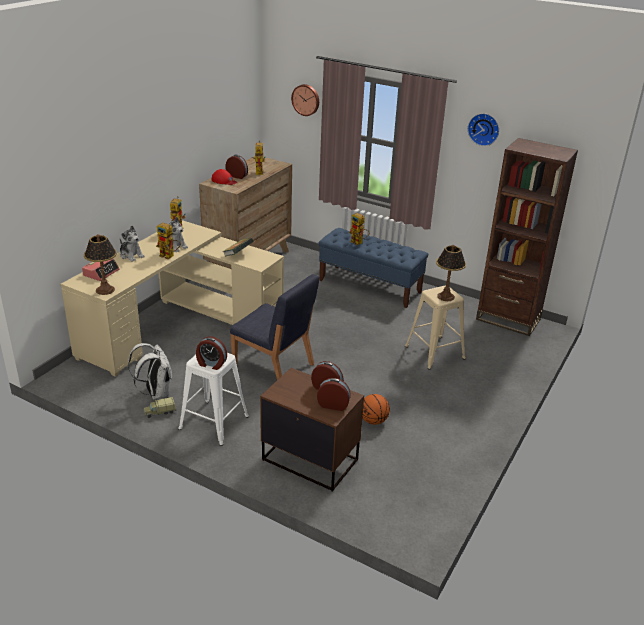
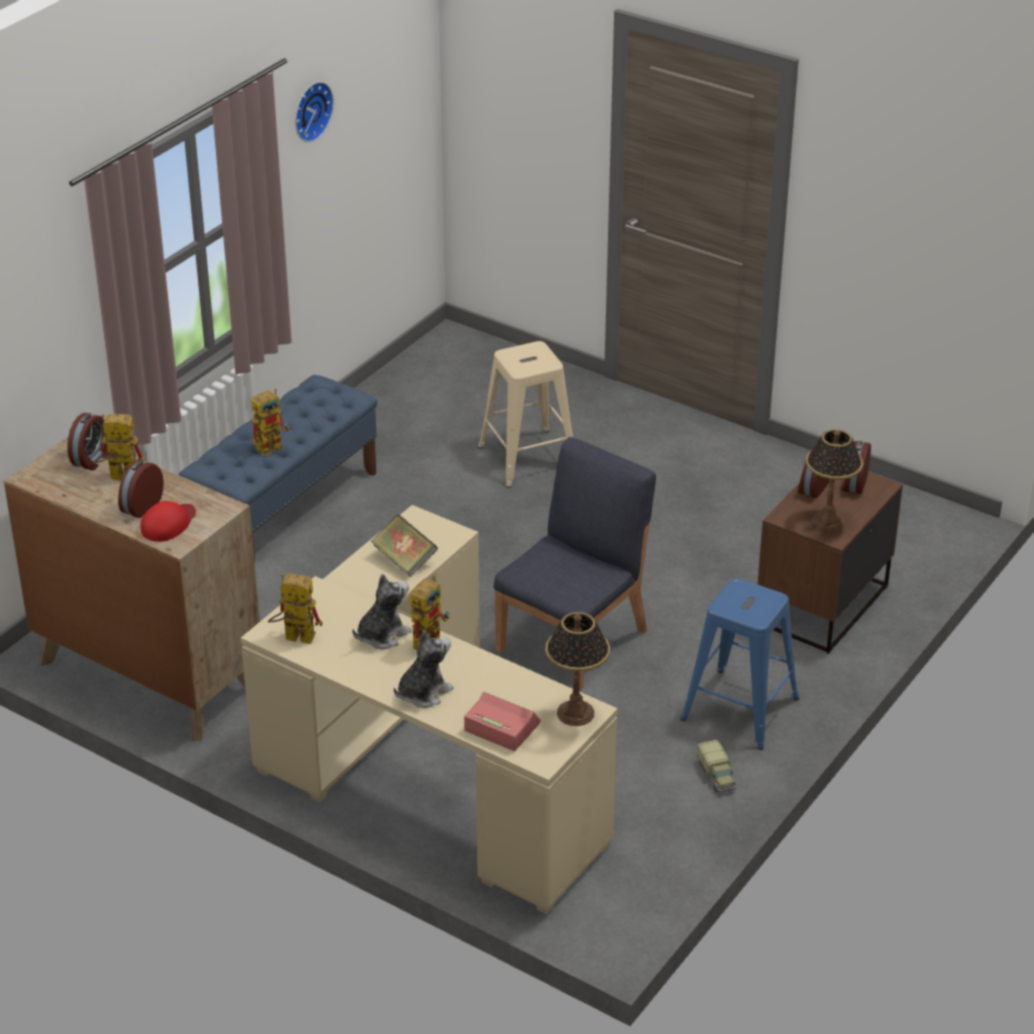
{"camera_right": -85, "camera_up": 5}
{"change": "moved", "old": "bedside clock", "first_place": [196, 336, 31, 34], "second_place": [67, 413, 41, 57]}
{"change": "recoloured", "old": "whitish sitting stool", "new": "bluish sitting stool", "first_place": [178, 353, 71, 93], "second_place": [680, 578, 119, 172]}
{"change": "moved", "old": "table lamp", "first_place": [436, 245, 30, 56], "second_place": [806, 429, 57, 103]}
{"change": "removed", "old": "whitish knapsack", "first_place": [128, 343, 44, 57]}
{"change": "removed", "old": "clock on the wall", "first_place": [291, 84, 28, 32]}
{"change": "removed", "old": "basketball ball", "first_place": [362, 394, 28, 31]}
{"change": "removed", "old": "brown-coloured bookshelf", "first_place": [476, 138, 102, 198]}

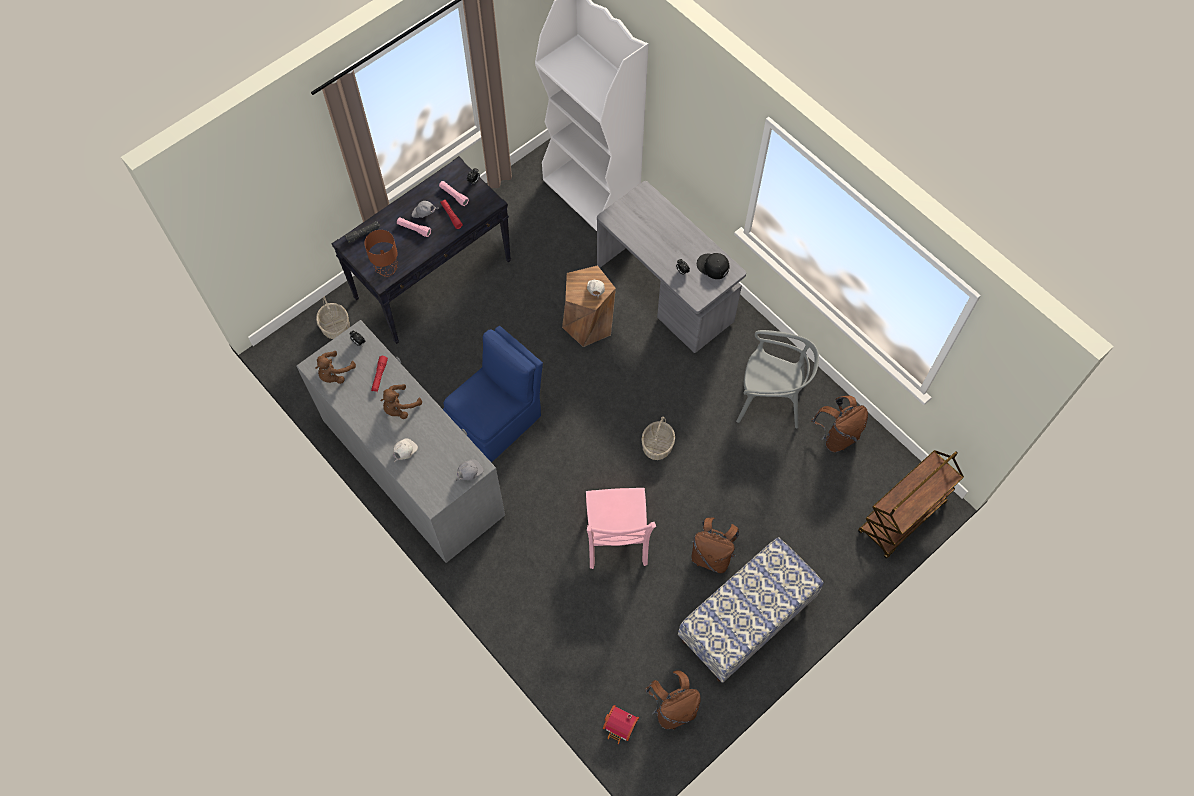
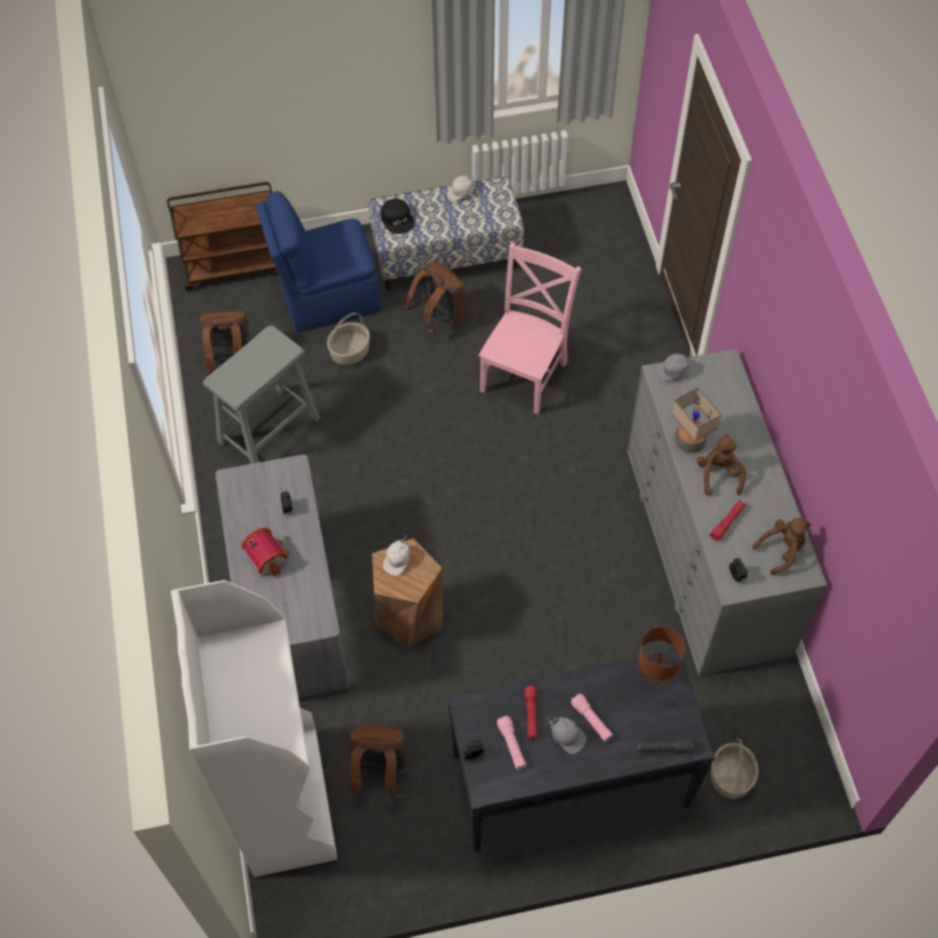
{"camera_right": -150, "camera_up": -5}
{"change": "replaced", "old": "grey plain chair", "new": "grey sitting stool", "first_place": [736, 330, 83, 99], "second_place": [203, 326, 117, 138]}
{"change": "moved", "old": "toy house", "first_place": [603, 705, 36, 39], "second_place": [241, 528, 49, 49]}
{"change": "moved", "old": "bluish plain chair", "first_place": [443, 326, 100, 137], "second_place": [256, 191, 124, 141]}
{"change": "moved", "old": "basket", "first_place": [641, 417, 34, 43], "second_place": [327, 313, 43, 52]}
{"change": "moved", "old": "brown-coloured knapsack", "first_place": [645, 670, 56, 60], "second_place": [347, 724, 62, 76]}
{"change": "moved", "old": "blackish peaked cap", "first_place": [697, 253, 33, 26], "second_place": [381, 199, 33, 35]}
{"change": "moved", "old": "whitish peaked cap", "first_place": [393, 438, 25, 24], "second_place": [447, 175, 29, 27]}
{"change": "added", "new": "table lamp", "second_place": [672, 388, 49, 65]}
{"change": "turned", "old": "brown-coloured cuddly toy", "first_place": [380, 384, 42, 35], "second_place": [697, 434, 49, 62], "degrees": -75}

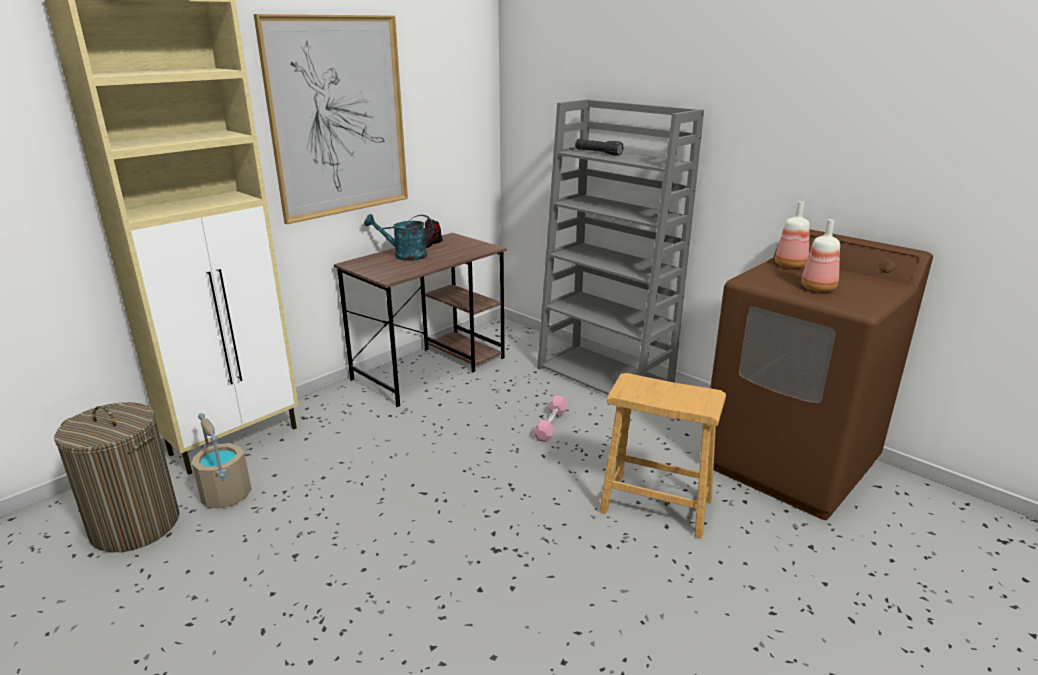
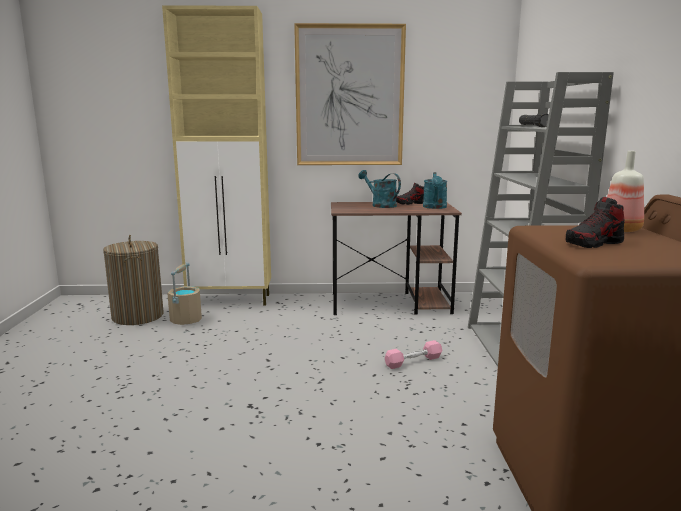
{"camera_right": 45, "camera_up": -10}
{"change": "added", "new": "turquoise-coloured watering pot", "second_place": [423, 172, 24, 37]}
{"change": "replaced", "old": "bottle", "new": "item of footwear", "first_place": [801, 219, 39, 73], "second_place": [566, 197, 59, 51]}
{"change": "removed", "old": "brown-coloured sitting stool", "first_place": [599, 373, 127, 166]}

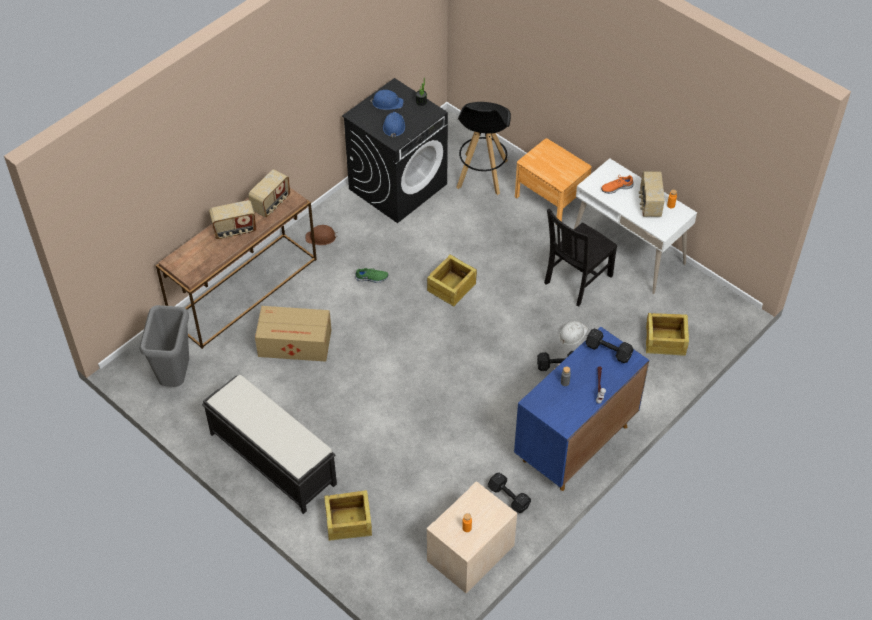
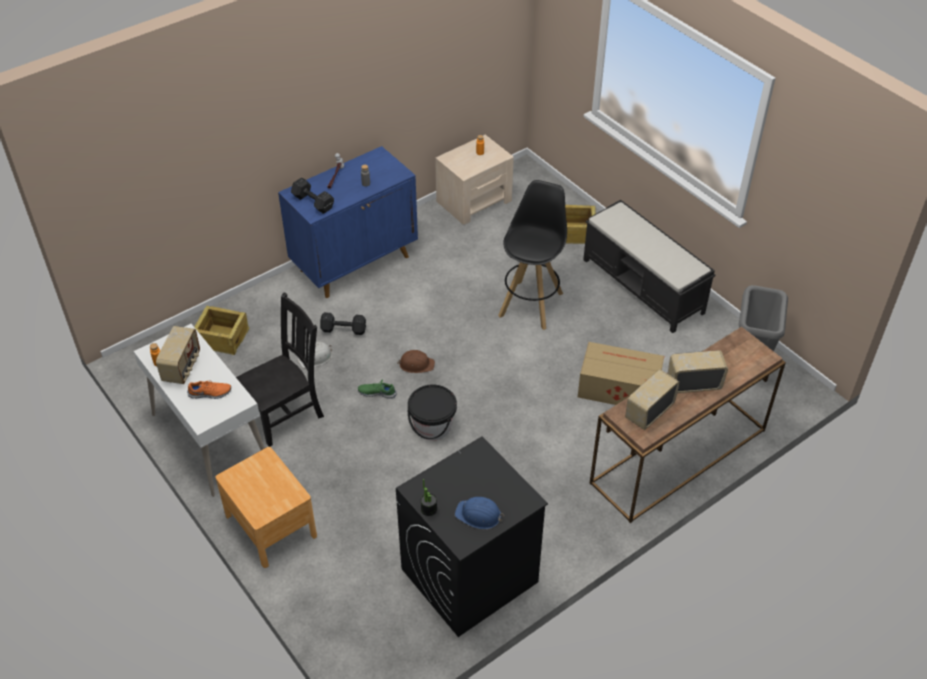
{"camera_right": -170, "camera_up": -5}
{"change": "moved", "old": "green item of footwear", "first_place": [355, 268, 33, 15], "second_place": [358, 379, 38, 20]}
{"change": "moved", "old": "brown-coloured work helmet", "first_place": [306, 225, 32, 20], "second_place": [397, 350, 38, 23]}
{"change": "replaced", "old": "shipping crate", "new": "blackish water bucket", "first_place": [427, 255, 50, 52], "second_place": [408, 384, 49, 56]}
{"change": "moved", "old": "blackish sitting stool", "first_place": [457, 102, 54, 93], "second_place": [498, 180, 69, 150]}
{"change": "removed", "old": "bluish work helmet", "first_place": [383, 112, 22, 26]}
{"change": "removed", "old": "blackish hand weight", "first_place": [488, 473, 43, 40]}

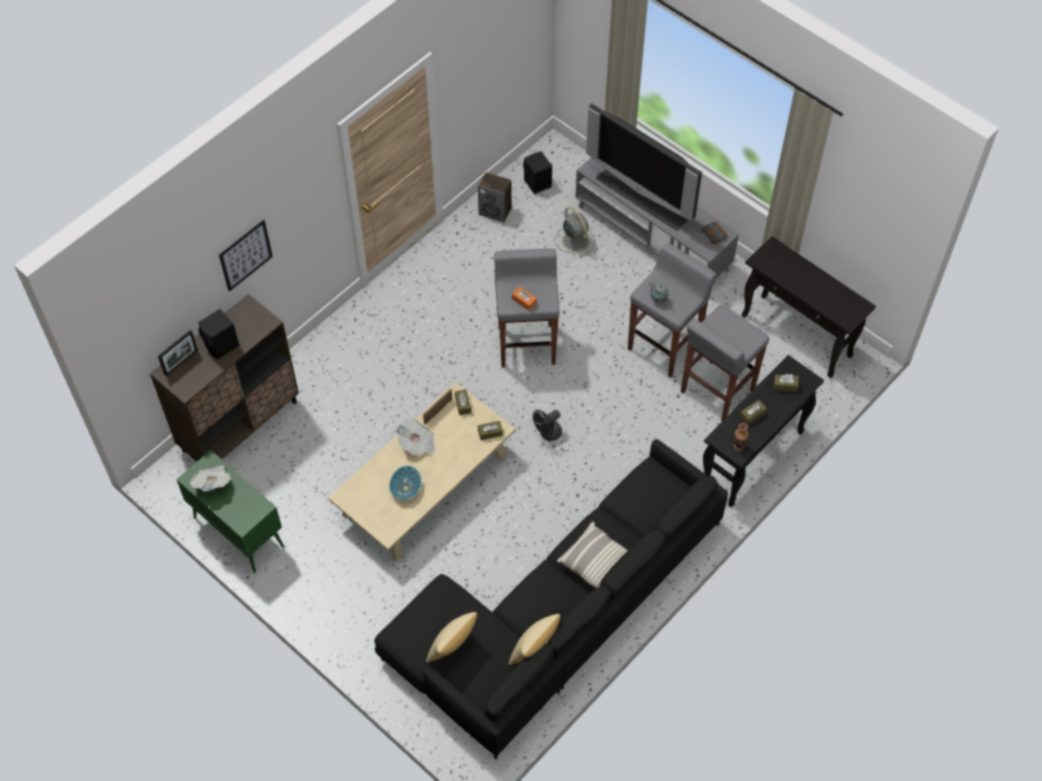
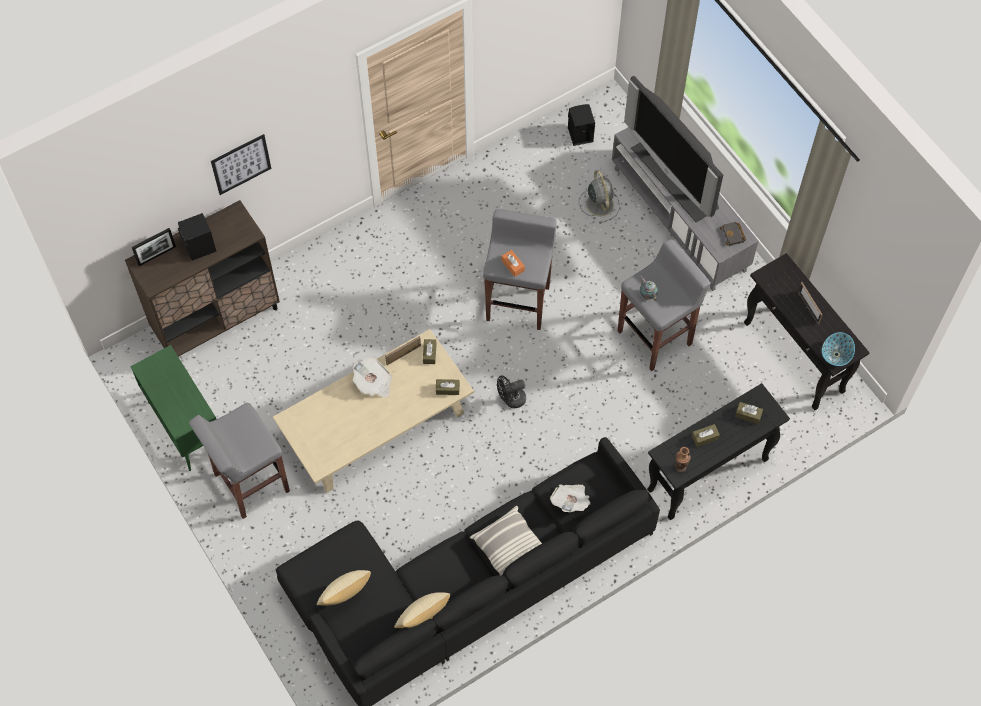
{"camera_right": 15, "camera_up": 5}
{"change": "moved", "old": "grey sitting stool", "first_place": [681, 305, 88, 116], "second_place": [189, 403, 101, 116]}
{"change": "moved", "old": "newspaper", "first_place": [190, 465, 41, 26], "second_place": [550, 484, 41, 28]}
{"change": "added", "new": "photo frame", "second_place": [798, 282, 25, 42]}
{"change": "moved", "old": "deep dish", "first_place": [389, 466, 32, 33], "second_place": [822, 332, 33, 34]}
{"change": "removed", "old": "audio speaker", "first_place": [478, 172, 34, 50]}

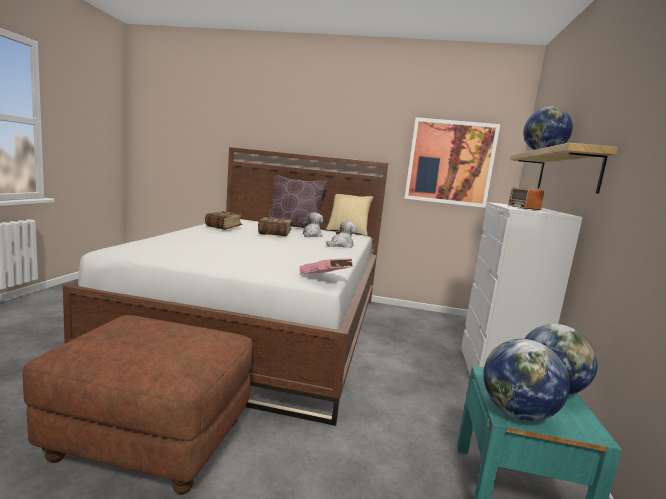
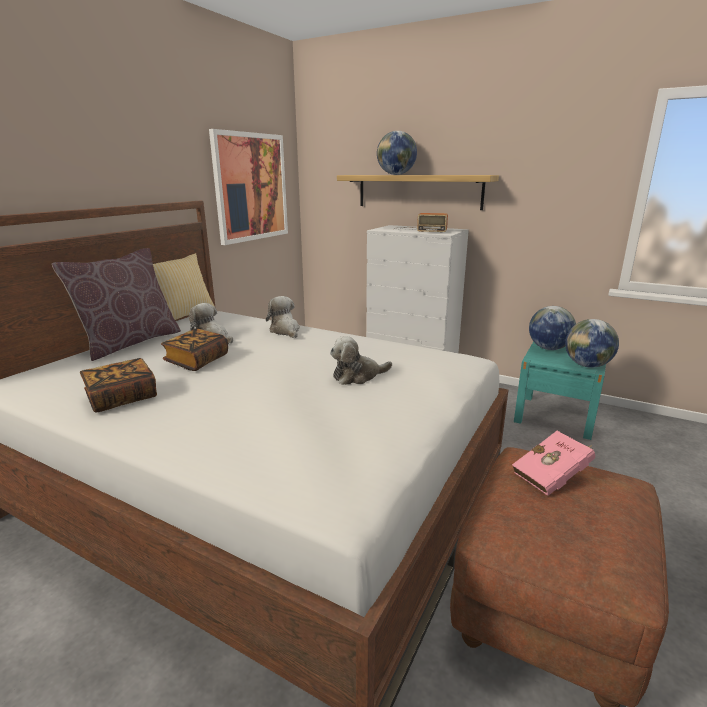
{"camera_right": -70, "camera_up": 10}
{"change": "added", "new": "cuddly toy", "second_place": [330, 336, 62, 49]}
{"change": "moved", "old": "pink-coloured book", "first_place": [299, 258, 54, 16], "second_place": [512, 431, 83, 65]}

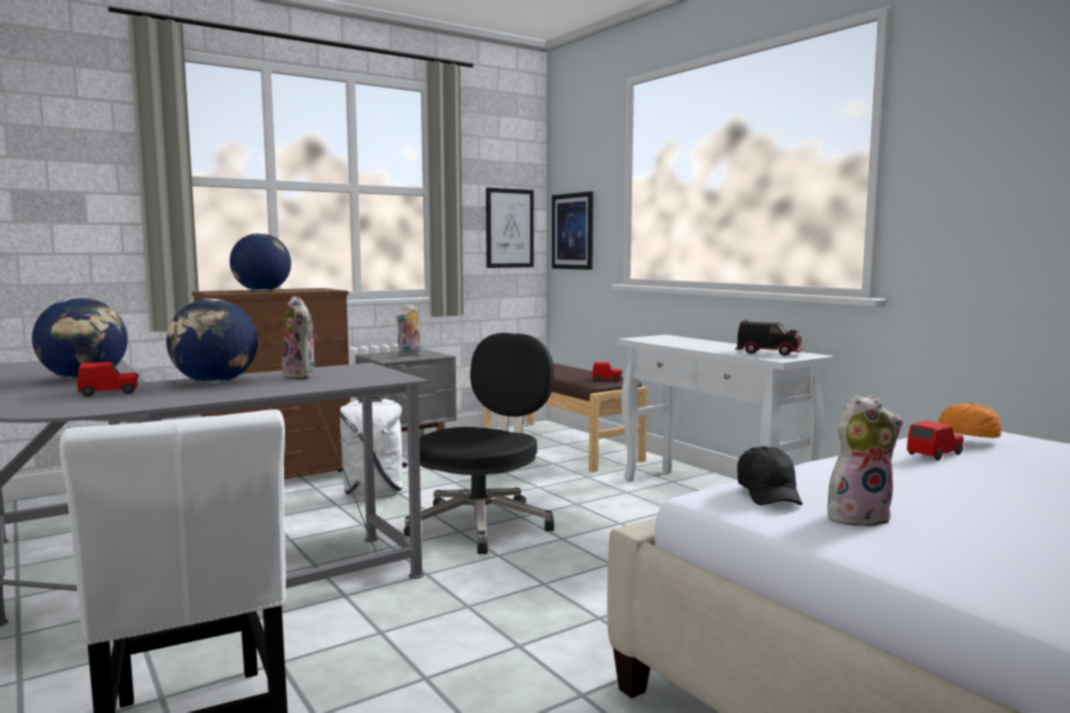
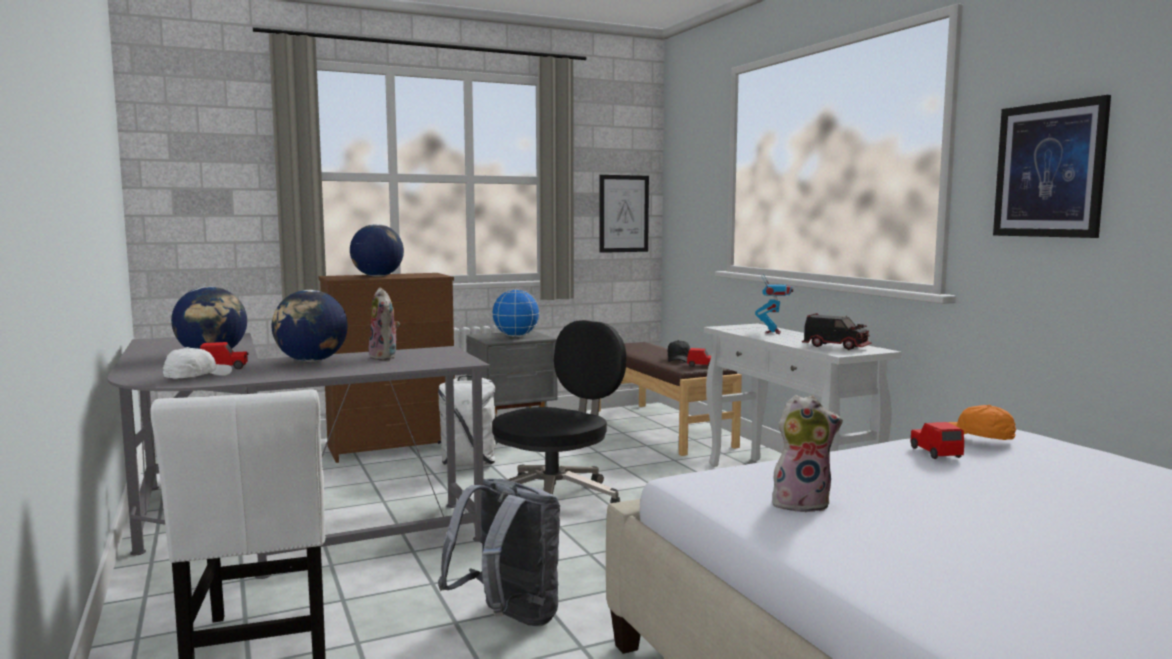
{"camera_right": 10, "camera_up": 0}
{"change": "added", "new": "whitish peaked cap", "second_place": [162, 347, 70, 32]}
{"change": "added", "new": "grey knapsack", "second_place": [438, 479, 122, 147]}
{"change": "replaced", "old": "cuddly toy", "new": "desk globe", "first_place": [396, 304, 26, 52], "second_place": [492, 289, 48, 48]}
{"change": "moved", "old": "blackish peaked cap", "first_place": [737, 446, 66, 59], "second_place": [668, 340, 22, 23]}
{"change": "added", "new": "toy robot", "second_place": [755, 274, 38, 60]}
{"change": "turned", "old": "red toy car", "first_place": [907, 421, 57, 40], "second_place": [911, 422, 53, 37], "degrees": -75}
{"change": "moved", "old": "wall art", "first_place": [552, 191, 41, 79], "second_place": [993, 95, 118, 143]}

